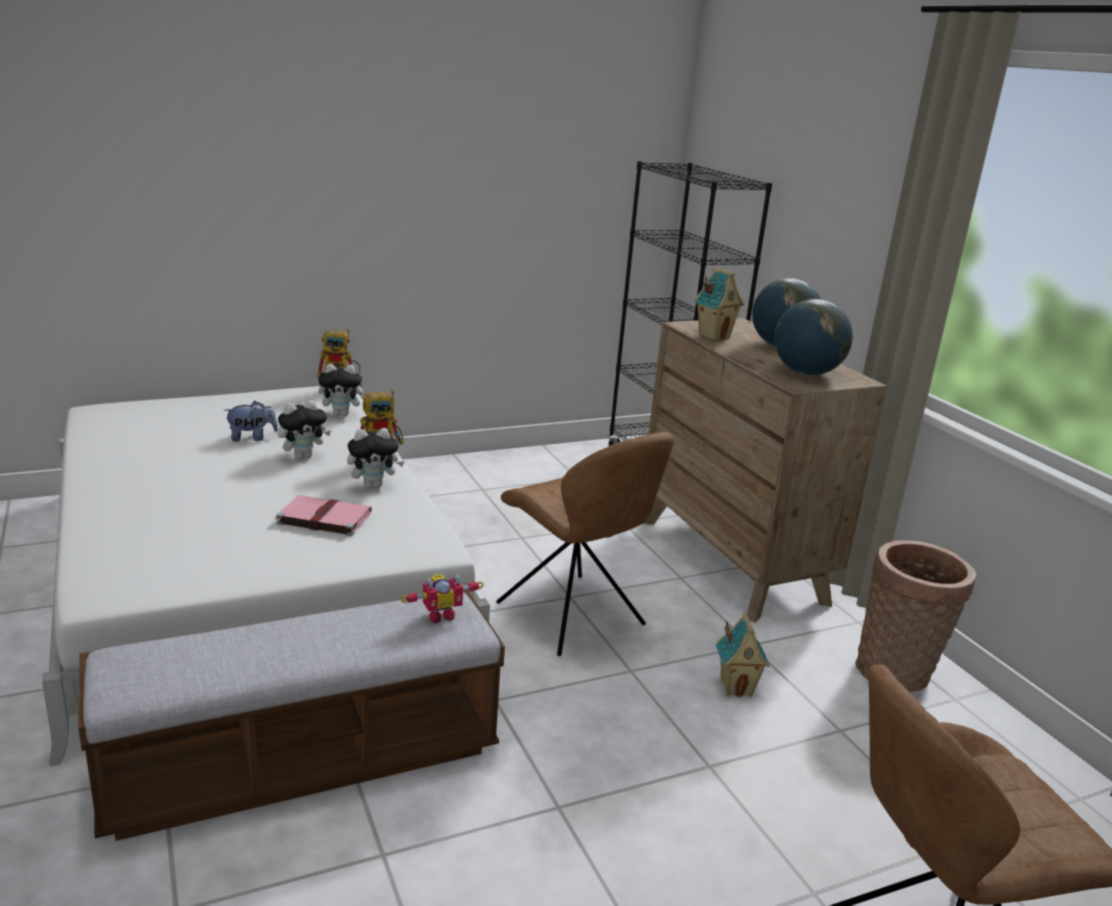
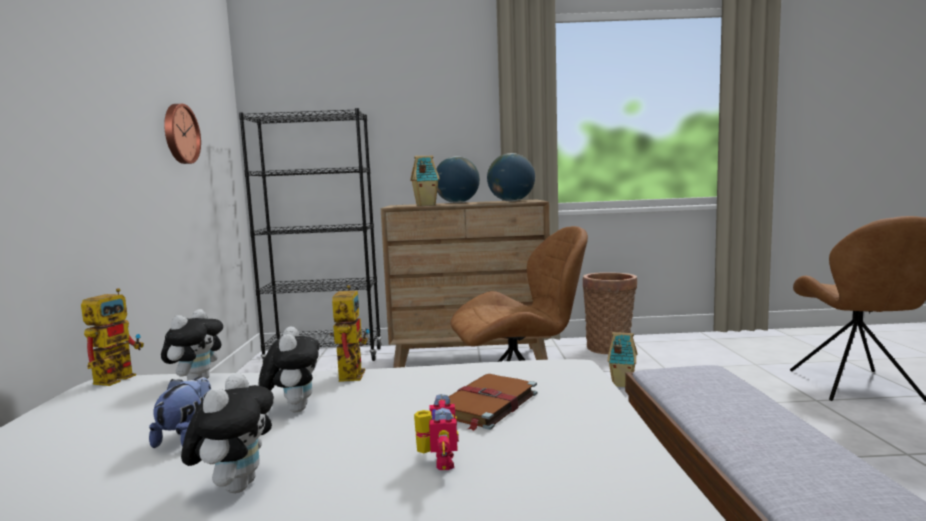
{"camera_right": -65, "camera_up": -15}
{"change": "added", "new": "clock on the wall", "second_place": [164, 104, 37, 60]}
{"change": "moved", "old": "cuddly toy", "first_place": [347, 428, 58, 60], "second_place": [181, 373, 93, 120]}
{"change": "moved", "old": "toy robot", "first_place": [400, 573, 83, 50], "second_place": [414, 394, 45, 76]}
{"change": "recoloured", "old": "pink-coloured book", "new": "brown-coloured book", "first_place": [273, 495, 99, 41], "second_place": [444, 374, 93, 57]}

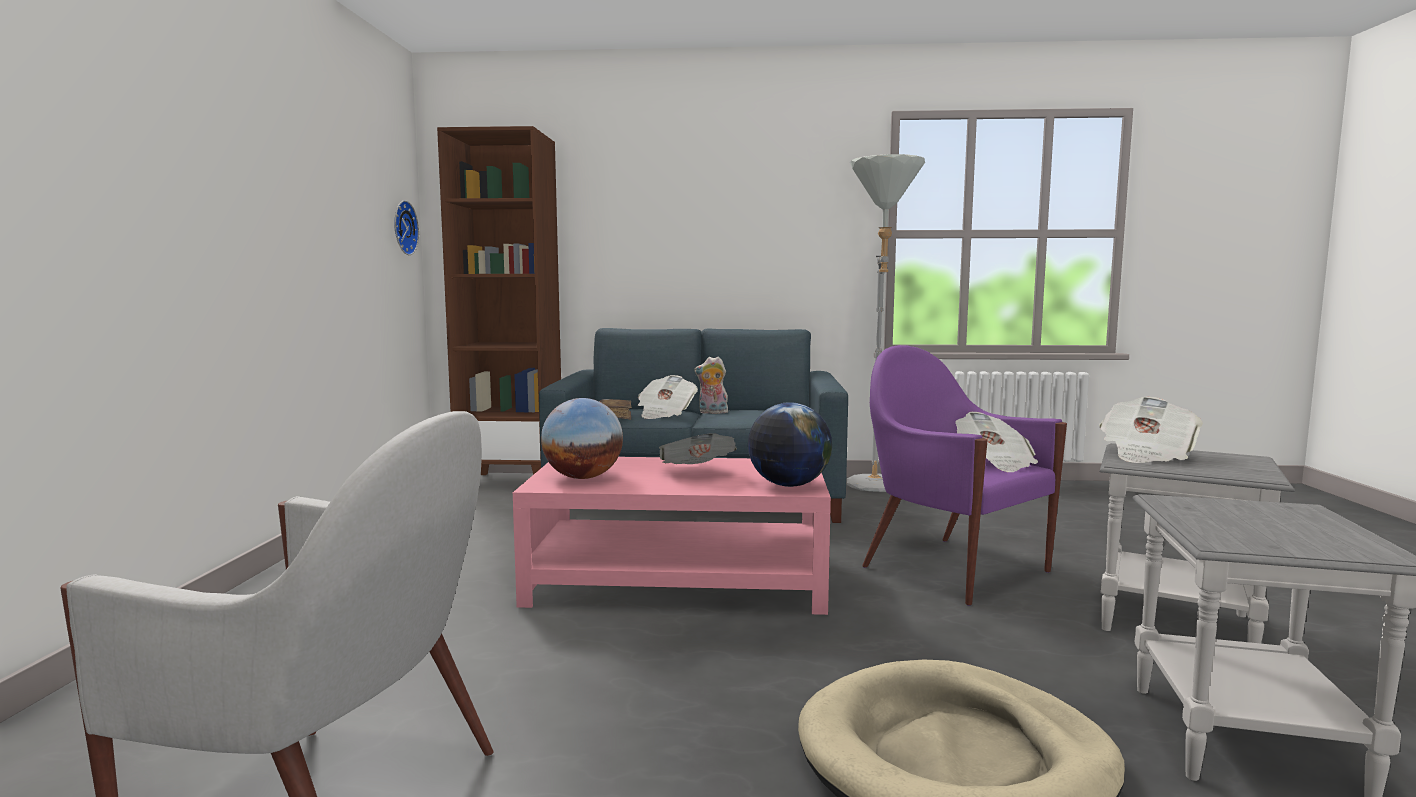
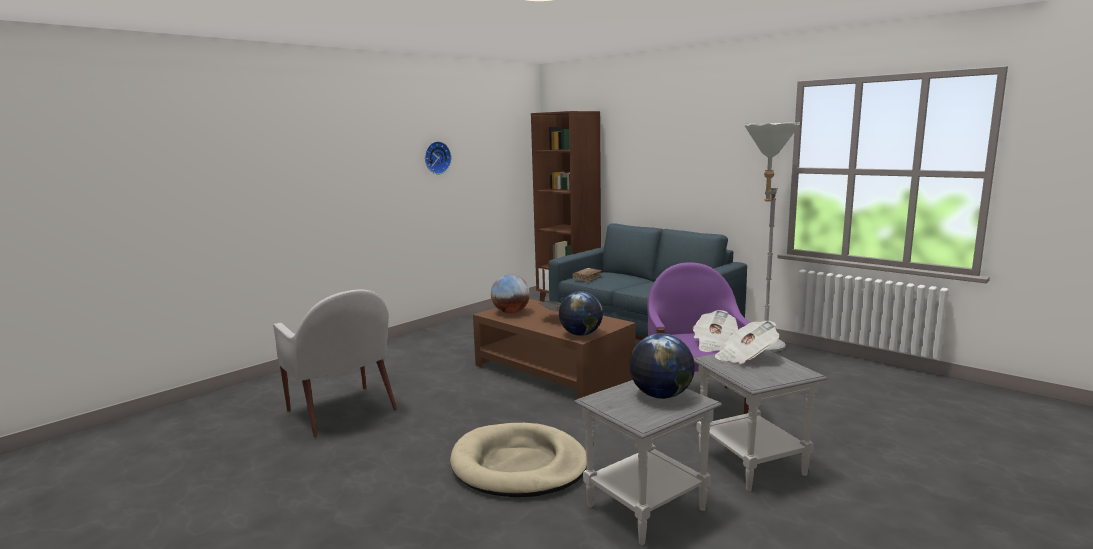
{"camera_right": 40, "camera_up": 5}
{"change": "moved", "old": "clock on the wall", "first_place": [394, 200, 25, 55], "second_place": [425, 141, 26, 33]}
{"change": "recoloured", "old": "pink-coloured low table", "new": "brown-coloured low table", "first_place": [513, 457, 318, 158], "second_place": [473, 299, 162, 100]}
{"change": "added", "new": "desk globe", "second_place": [629, 334, 66, 65]}
{"change": "removed", "old": "newspaper", "first_place": [638, 375, 60, 44]}
{"change": "removed", "old": "cuddly toy", "first_place": [694, 357, 34, 57]}

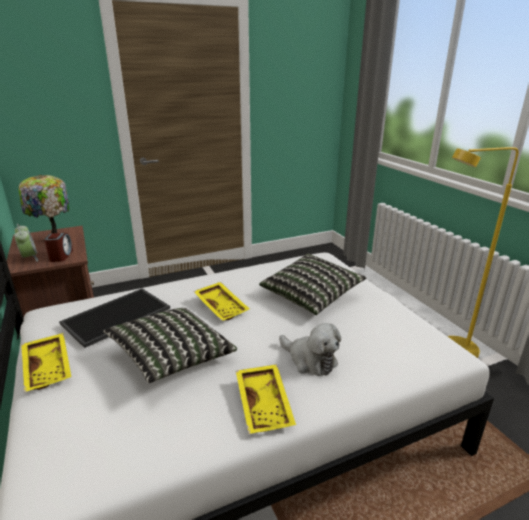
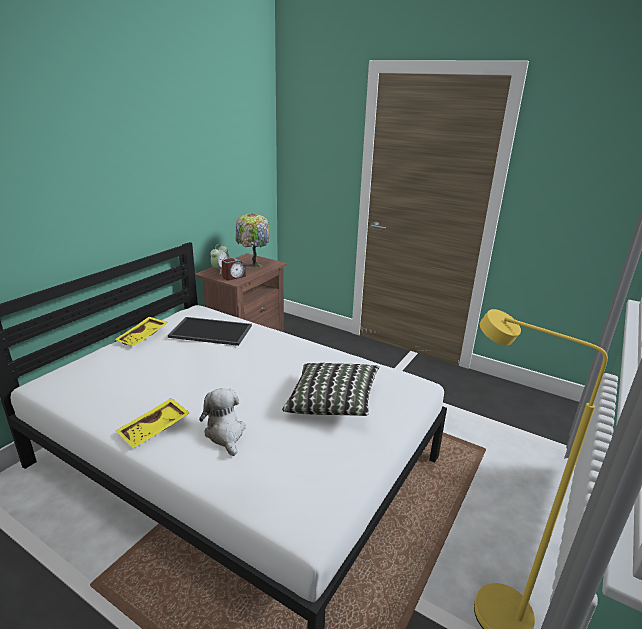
{"camera_right": 55, "camera_up": 0}
{"change": "turned", "old": "cuddly toy", "first_place": [279, 323, 62, 53], "second_place": [199, 388, 47, 68], "degrees": 150}
{"change": "removed", "old": "cushion", "first_place": [103, 308, 134, 75]}
{"change": "removed", "old": "yellow tray", "first_place": [193, 282, 57, 39]}

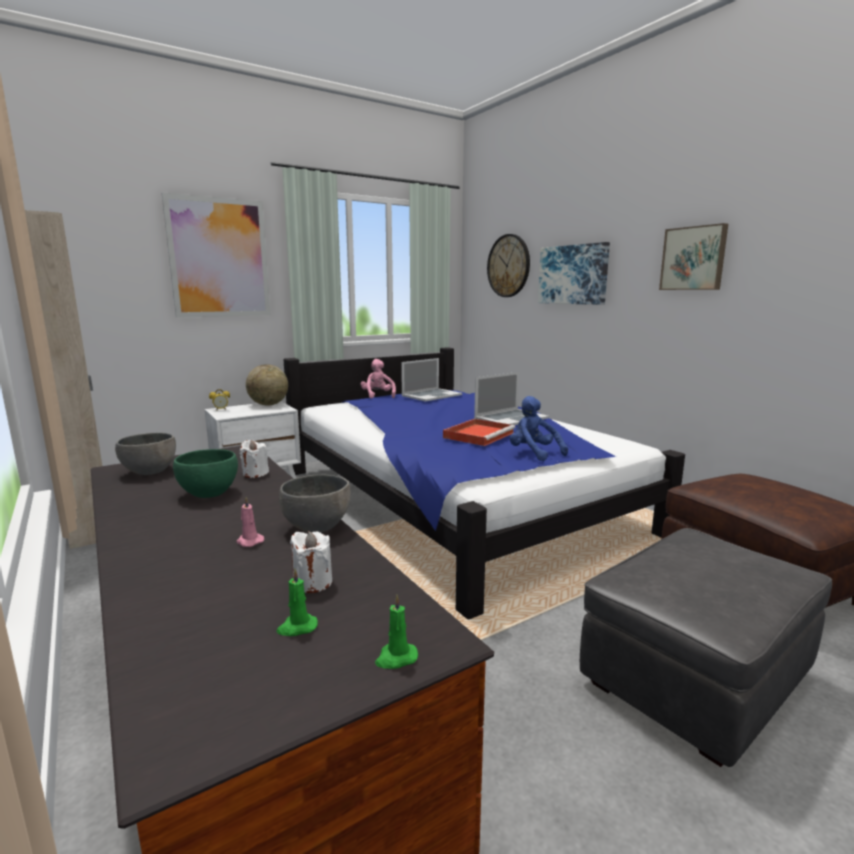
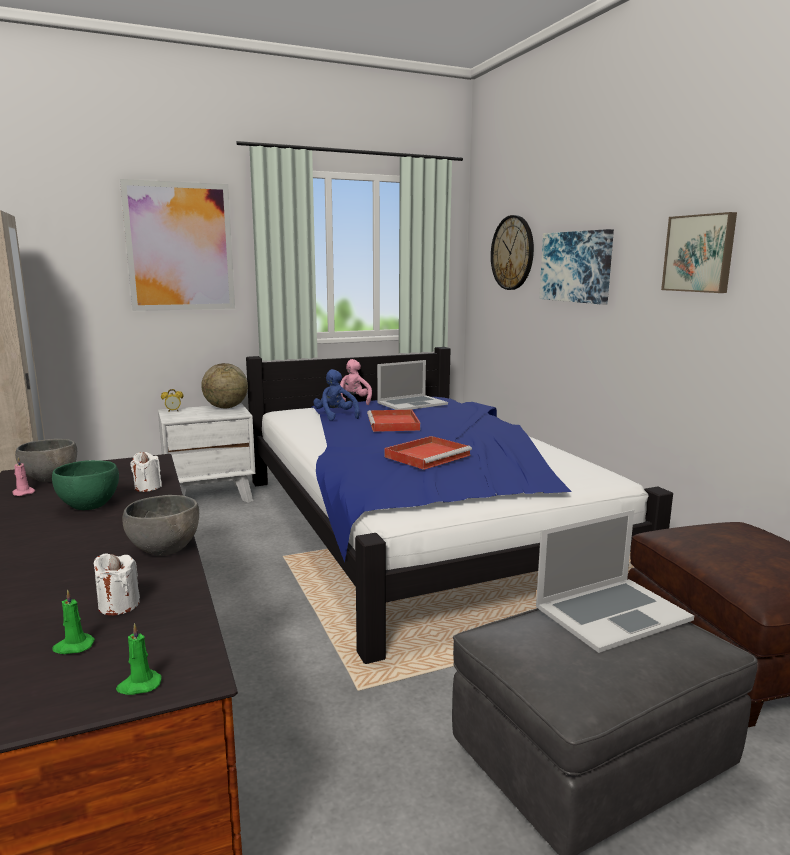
{"camera_right": 10, "camera_up": 0}
{"change": "moved", "old": "pink-coloured candle", "first_place": [236, 497, 28, 50], "second_place": [12, 457, 23, 39]}
{"change": "moved", "old": "bluish cuddly toy", "first_place": [510, 396, 58, 65], "second_place": [313, 369, 47, 52]}
{"change": "added", "new": "red tray", "second_place": [367, 410, 53, 22]}
{"change": "moved", "old": "laptop", "first_place": [474, 372, 75, 53], "second_place": [536, 510, 158, 143]}

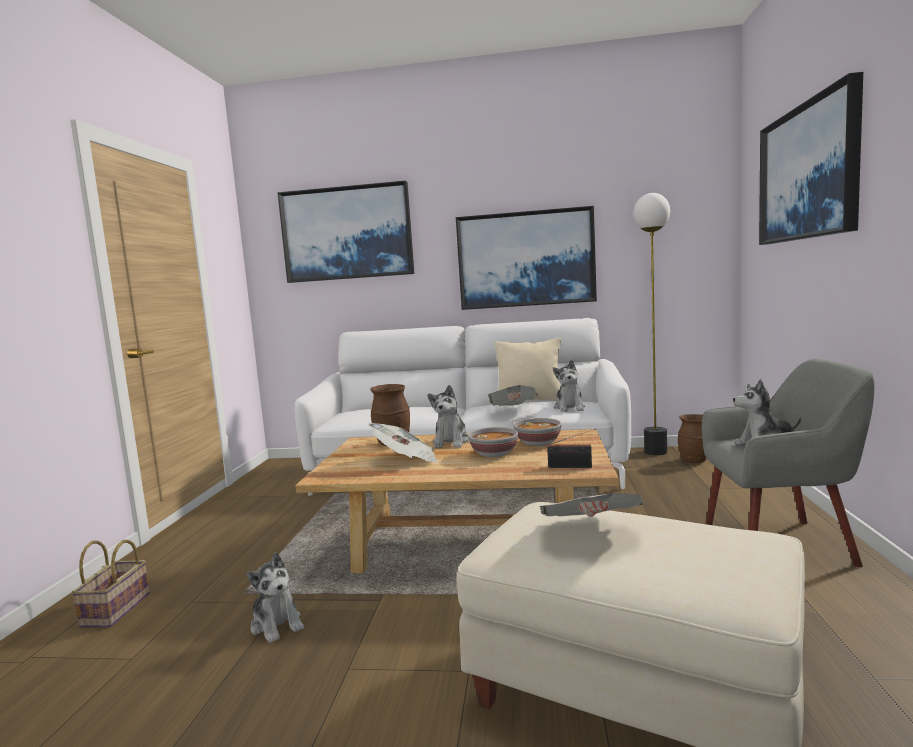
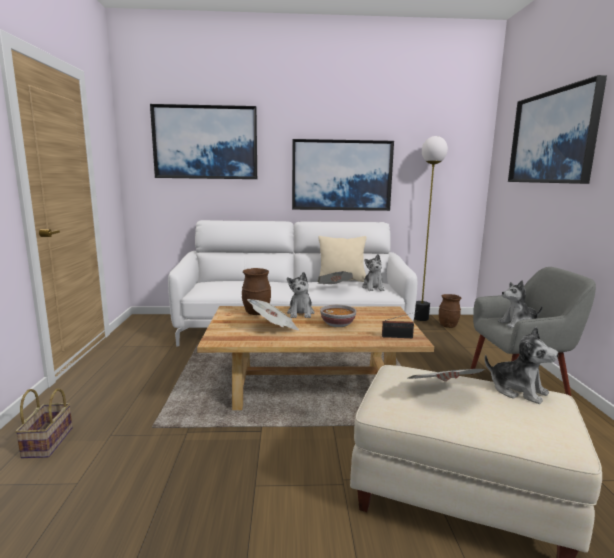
{"camera_right": -10, "camera_up": 5}
{"change": "moved", "old": "cuddly toy", "first_place": [246, 552, 58, 91], "second_place": [485, 327, 73, 77]}
{"change": "removed", "old": "deep dish", "first_place": [514, 418, 47, 28]}

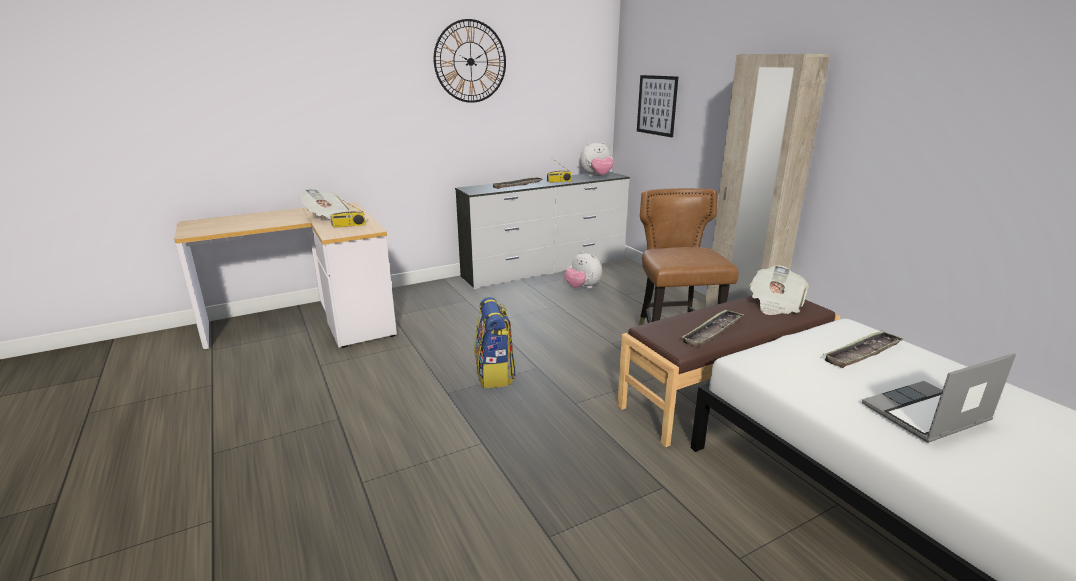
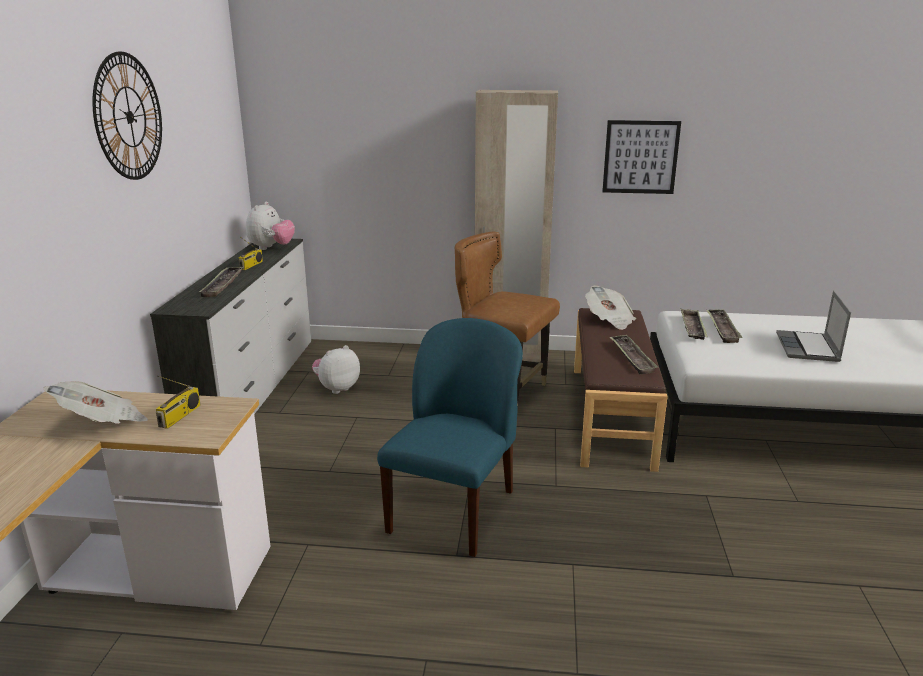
{"camera_right": -55, "camera_up": 0}
{"change": "turned", "old": "cuddly toy", "first_place": [565, 251, 37, 38], "second_place": [312, 345, 48, 49], "degrees": 150}
{"change": "replaced", "old": "knapsack", "new": "bluish plain chair", "first_place": [474, 297, 42, 91], "second_place": [377, 318, 146, 239]}
{"change": "moved", "old": "wall art", "first_place": [637, 75, 42, 62], "second_place": [602, 120, 79, 74]}
{"change": "added", "new": "tray", "second_place": [681, 308, 27, 32]}

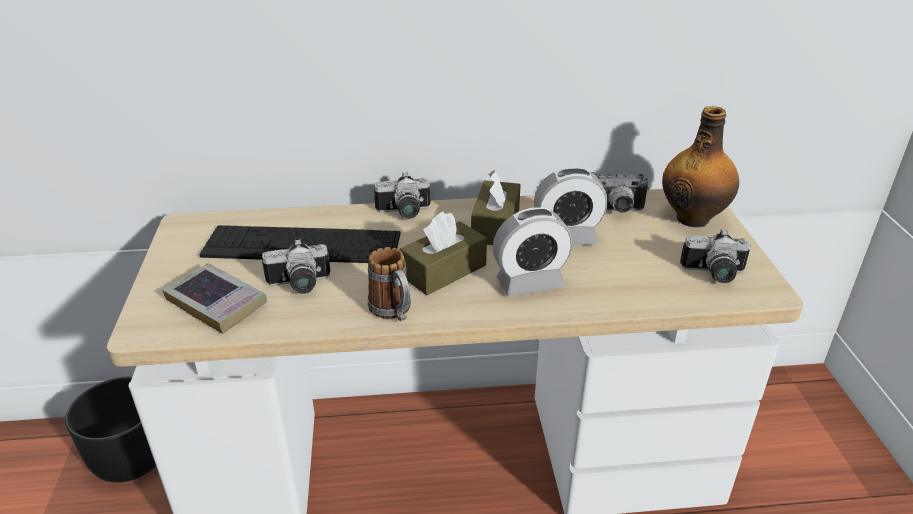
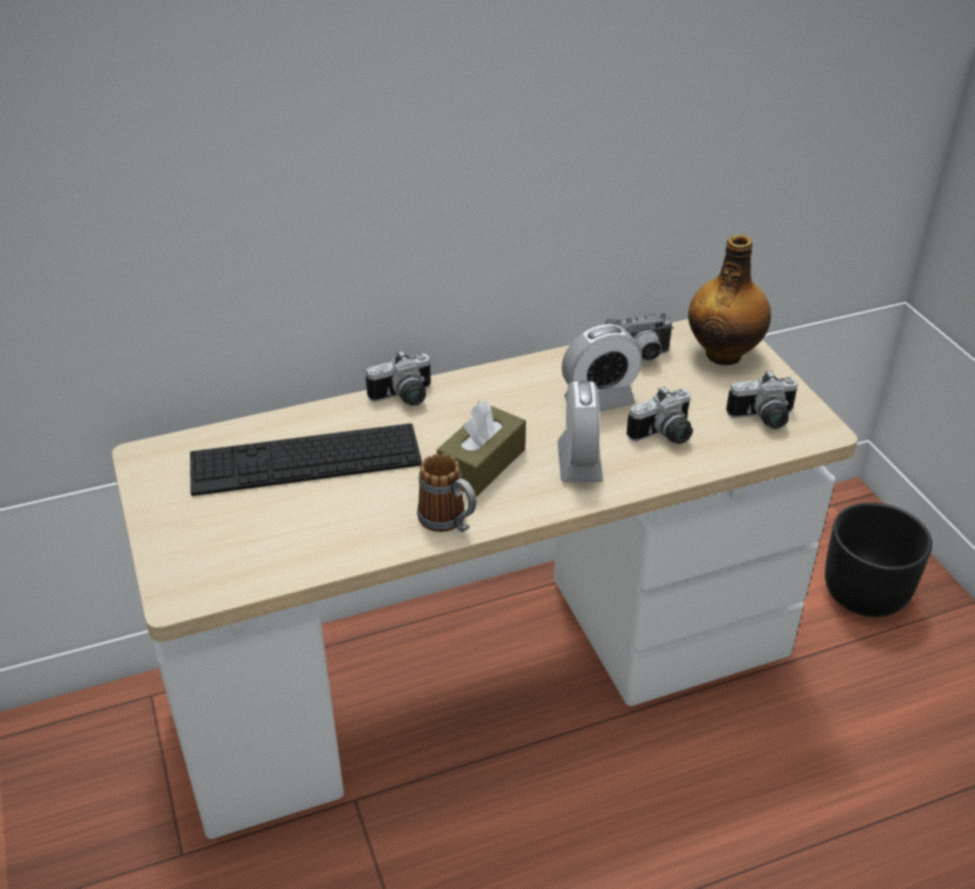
{"camera_right": -15, "camera_up": 5}
{"change": "turned", "old": "bedside clock", "first_place": [493, 207, 79, 90], "second_place": [557, 381, 46, 101], "degrees": -60}
{"change": "moved", "old": "still camera", "first_place": [262, 239, 69, 55], "second_place": [626, 386, 67, 58]}
{"change": "moved", "old": "blackish plant pot", "first_place": [65, 377, 91, 106], "second_place": [825, 502, 107, 115]}
{"change": "removed", "old": "book", "first_place": [162, 263, 105, 71]}
{"change": "removed", "old": "brown-coloured tissue box", "first_place": [471, 170, 50, 75]}

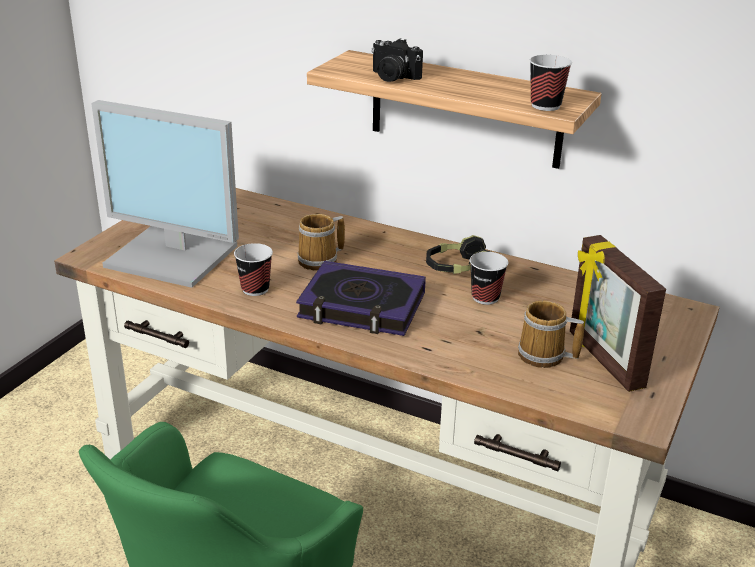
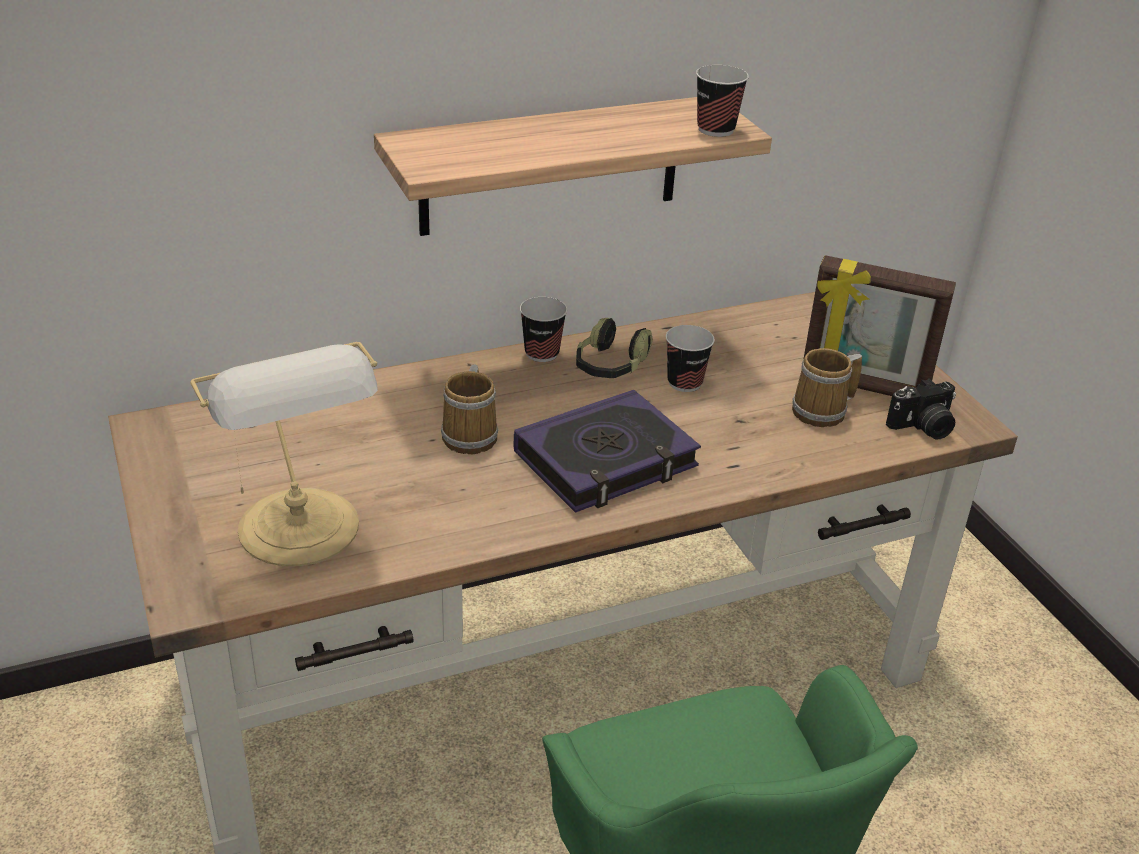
{"camera_right": -50, "camera_up": 5}
{"change": "replaced", "old": "monitor", "new": "table lamp", "first_place": [91, 100, 148, 188], "second_place": [190, 342, 188, 224]}
{"change": "moved", "old": "small cup", "first_place": [234, 243, 39, 53], "second_place": [520, 297, 47, 65]}
{"change": "moved", "old": "still camera", "first_place": [371, 39, 52, 43], "second_place": [886, 378, 70, 62]}

